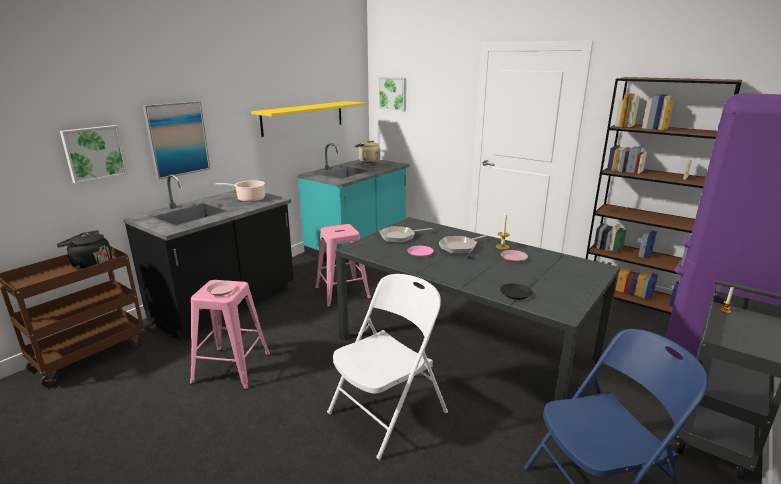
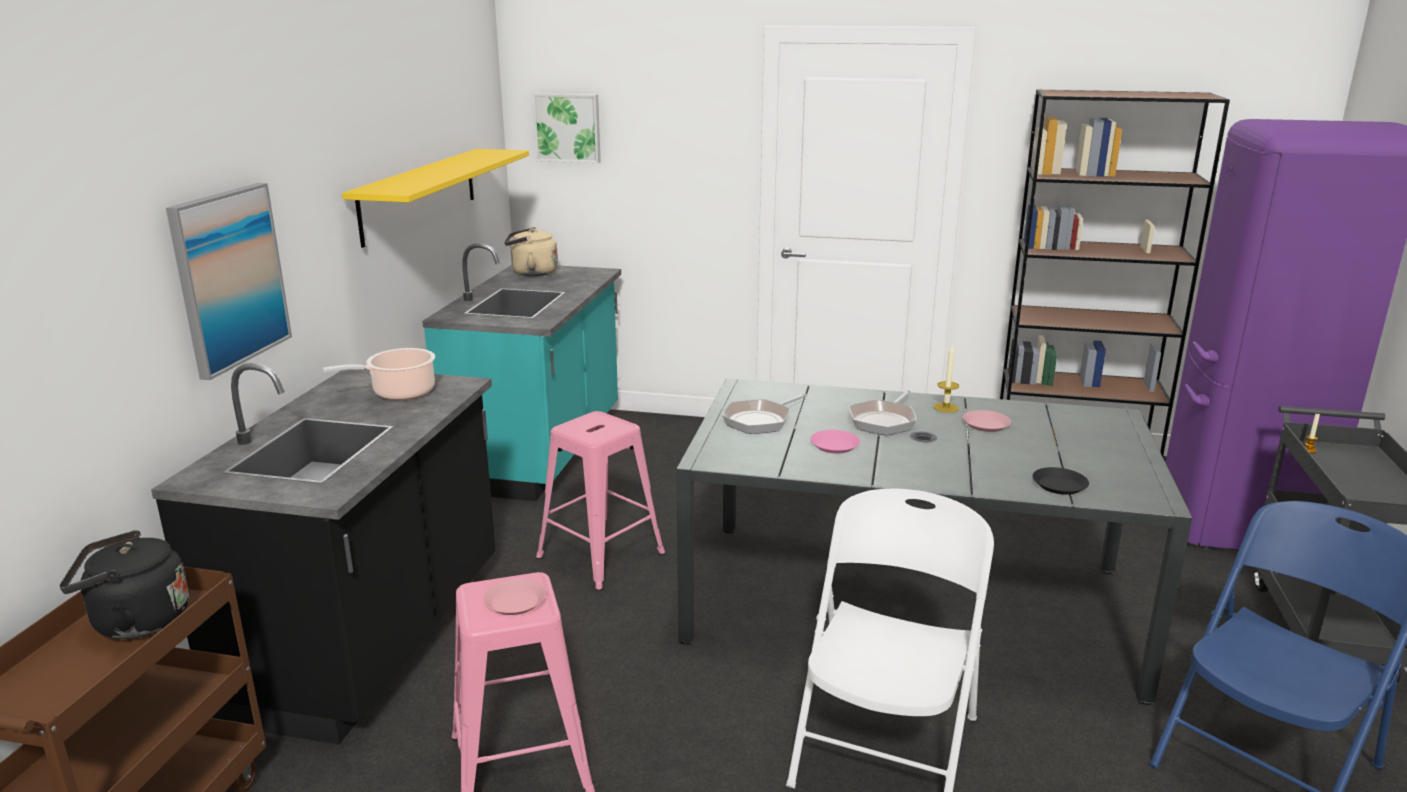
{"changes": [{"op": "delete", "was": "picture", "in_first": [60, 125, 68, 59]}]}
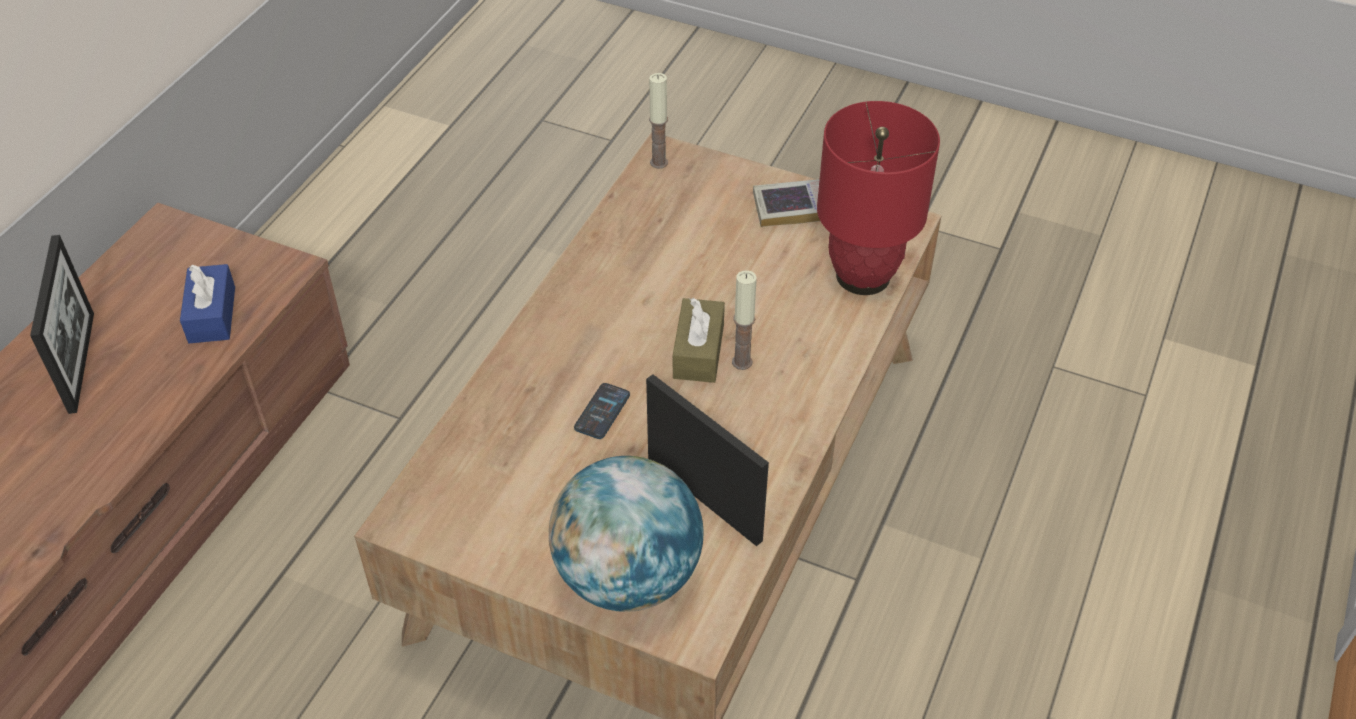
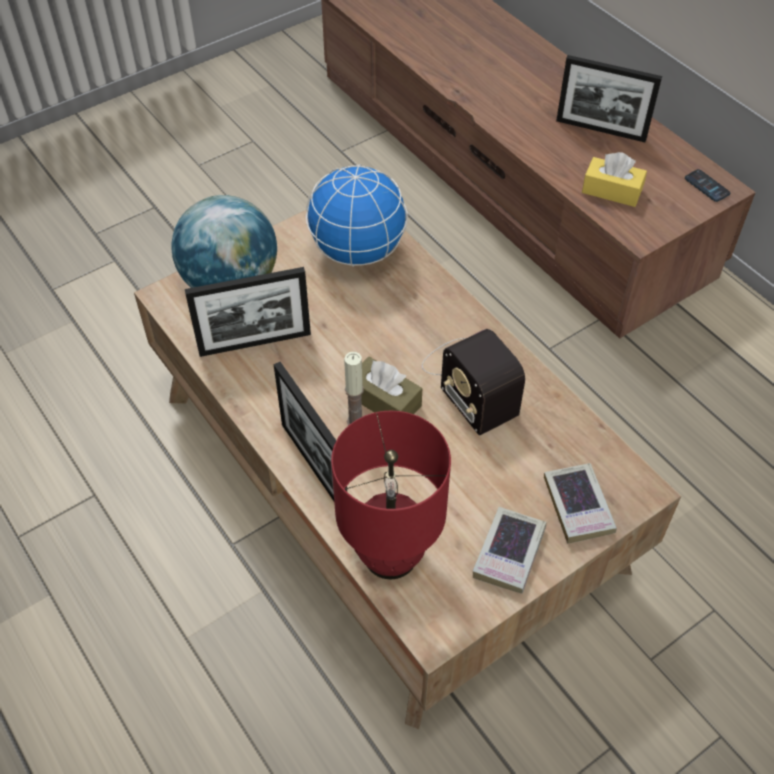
{"changes": [{"op": "delete", "was": "candle", "in_first": [649, 73, 19, 96]}, {"op": "insert", "now": "picture frame", "in_second": [274, 362, 73, 139]}, {"op": "insert", "now": "globe", "in_second": [306, 164, 102, 103]}, {"op": "insert", "now": "radio", "in_second": [422, 329, 103, 106]}, {"op": "insert", "now": "book", "in_second": [544, 463, 73, 81]}, {"op": "move", "was": "phone", "in_first": [574, 383, 56, 56], "in_second": [685, 169, 45, 33]}, {"op": "recolor", "was": "blue tissue box", "now": "yellow tissue box", "in_first": [180, 264, 55, 79], "in_second": [582, 152, 65, 55]}]}
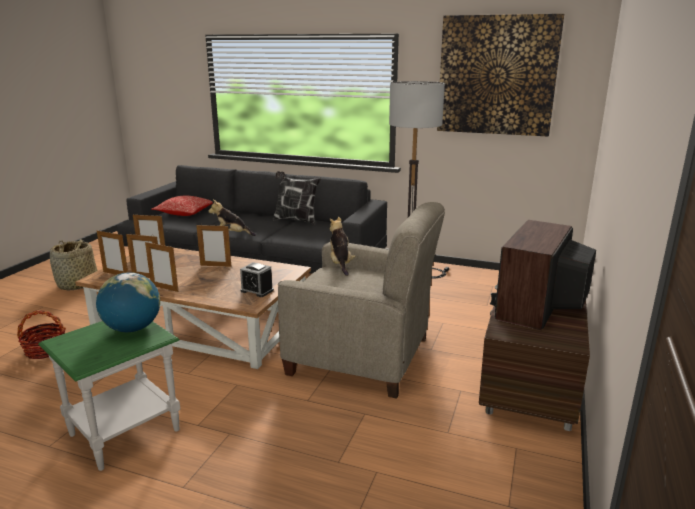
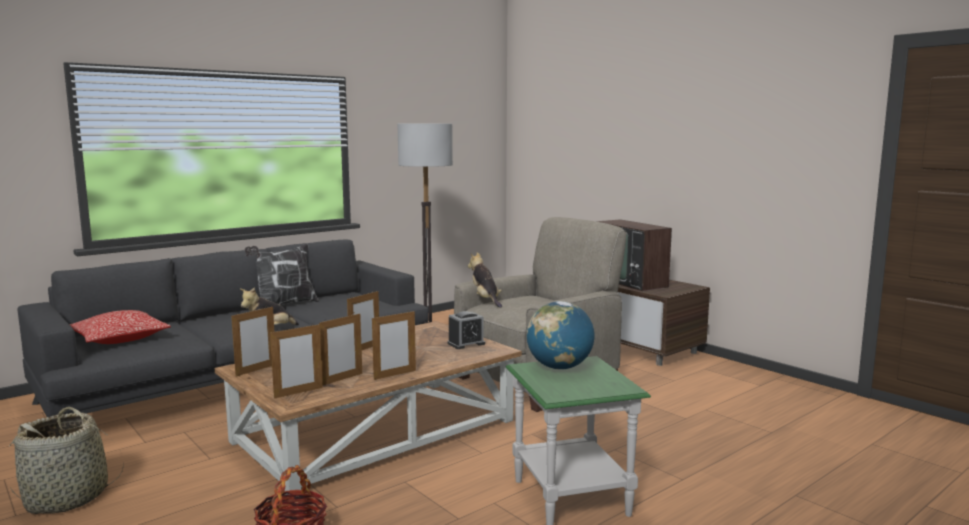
{"changes": [{"op": "delete", "was": "picture", "in_first": [437, 14, 127, 123]}, {"op": "rotate", "was": "plush toy", "in_first": [330, 217, 26, 59], "in_second": [468, 252, 34, 56], "clockwise": 45}]}
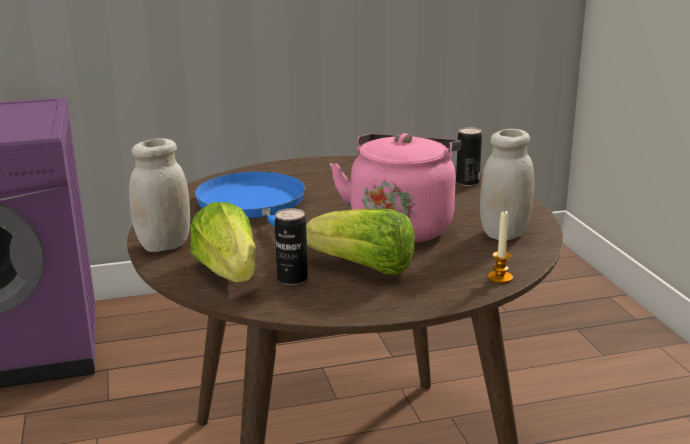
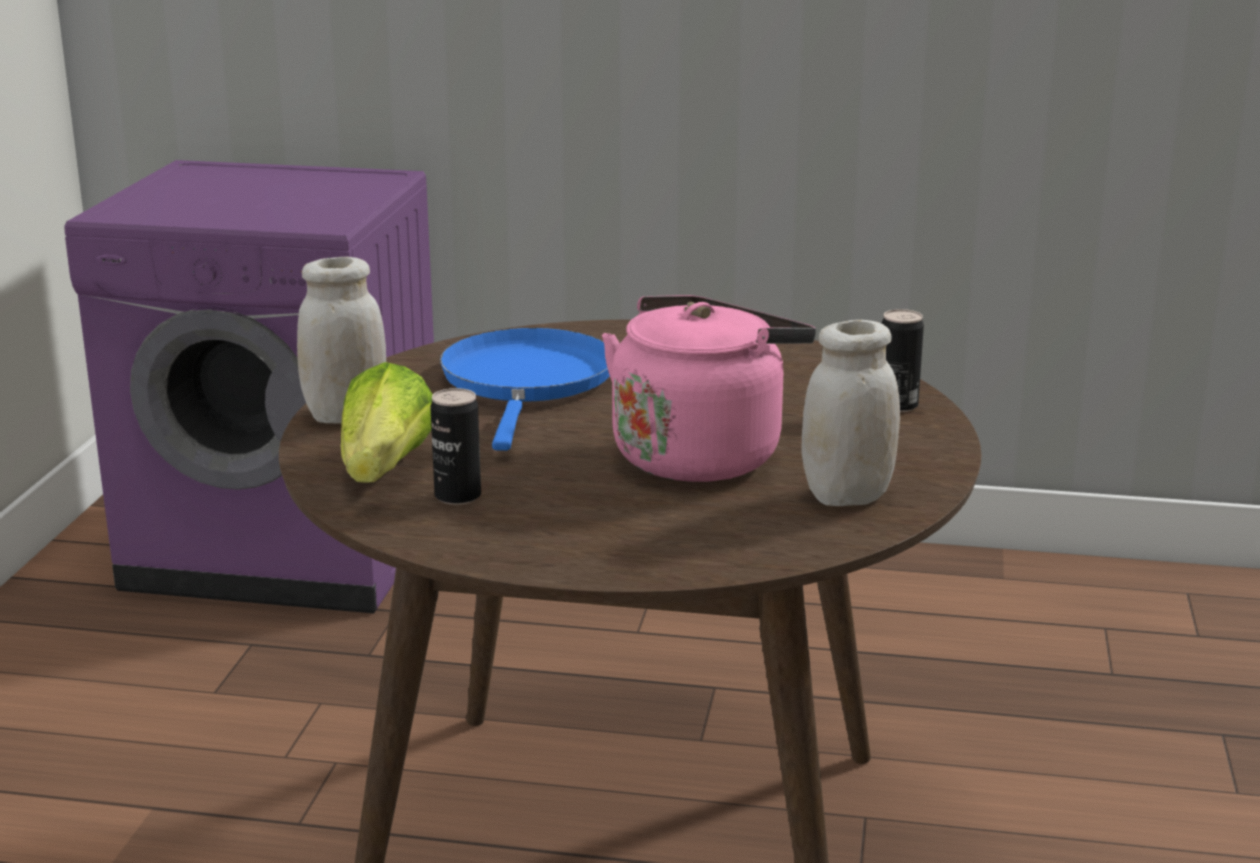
{"changes": [{"op": "delete", "was": "lettuce", "in_first": [306, 209, 109, 66]}, {"op": "delete", "was": "candle", "in_first": [488, 210, 25, 73]}]}
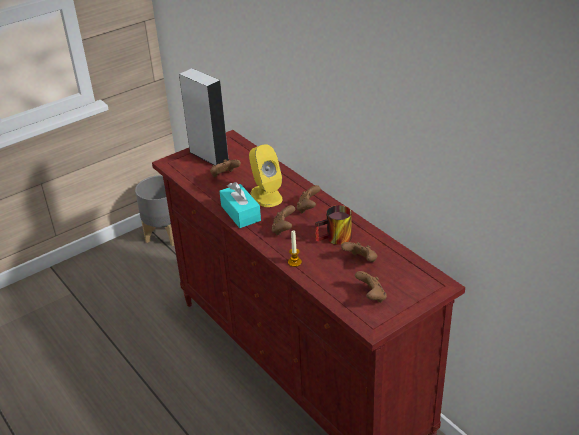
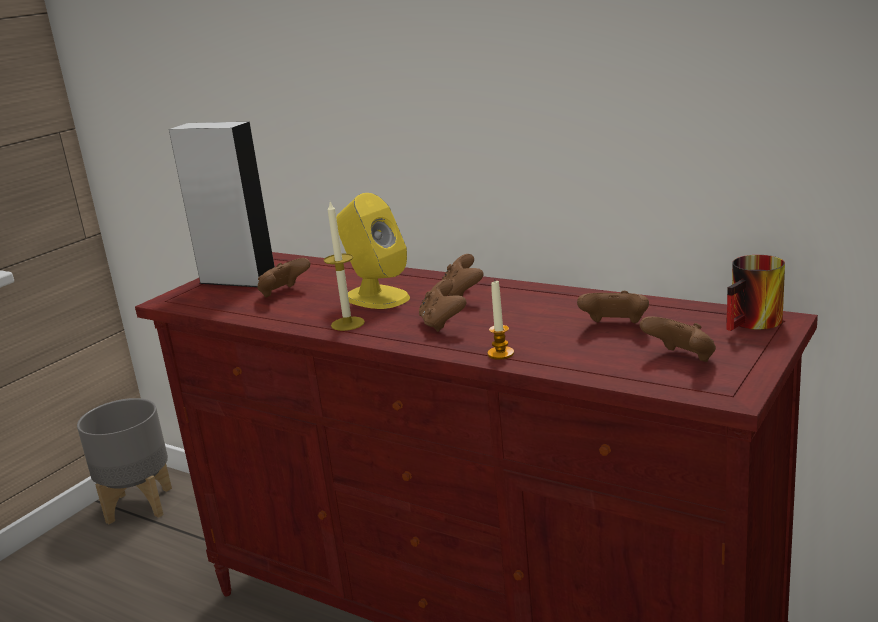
{"changes": [{"op": "move", "was": "mug", "in_first": [315, 205, 37, 40], "in_second": [726, 255, 59, 76]}, {"op": "replace", "was": "turquoise tissue box", "now": "candle", "in_first": [220, 182, 41, 46], "in_second": [324, 202, 41, 129]}]}
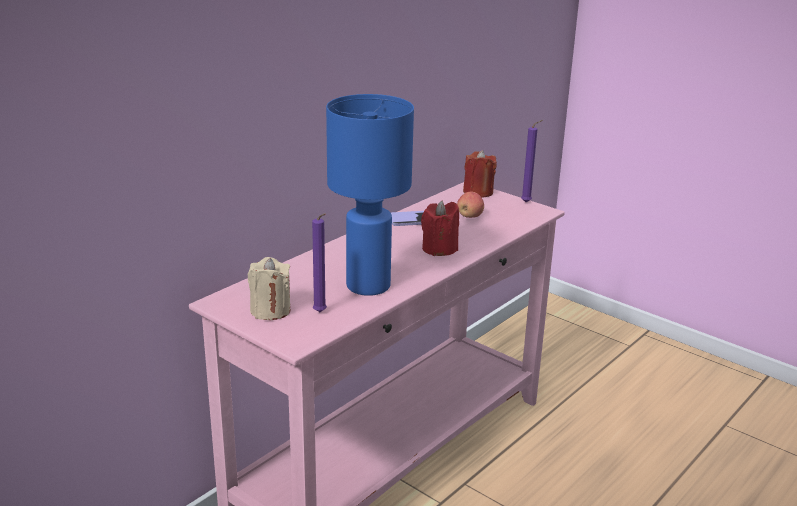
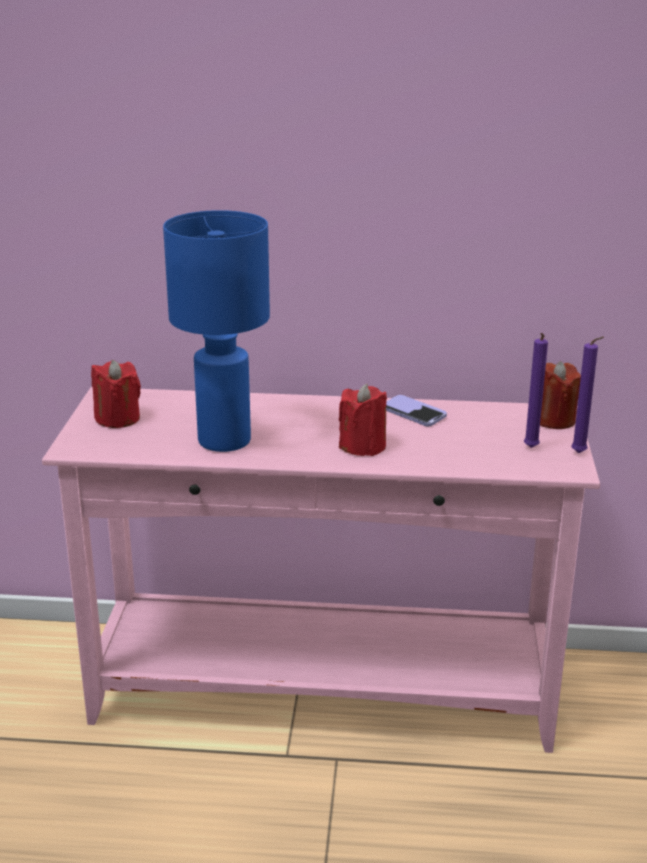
{"changes": [{"op": "delete", "was": "apple", "in_first": [457, 192, 27, 26]}, {"op": "move", "was": "purple candle", "in_first": [312, 213, 15, 99], "in_second": [524, 333, 24, 115]}, {"op": "recolor", "was": "beige candle", "now": "red candle", "in_first": [248, 257, 43, 63], "in_second": [91, 360, 50, 68]}]}
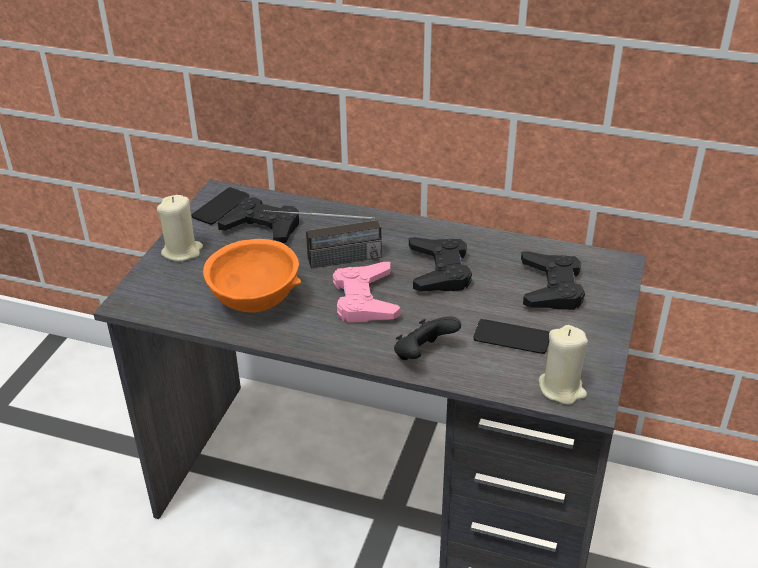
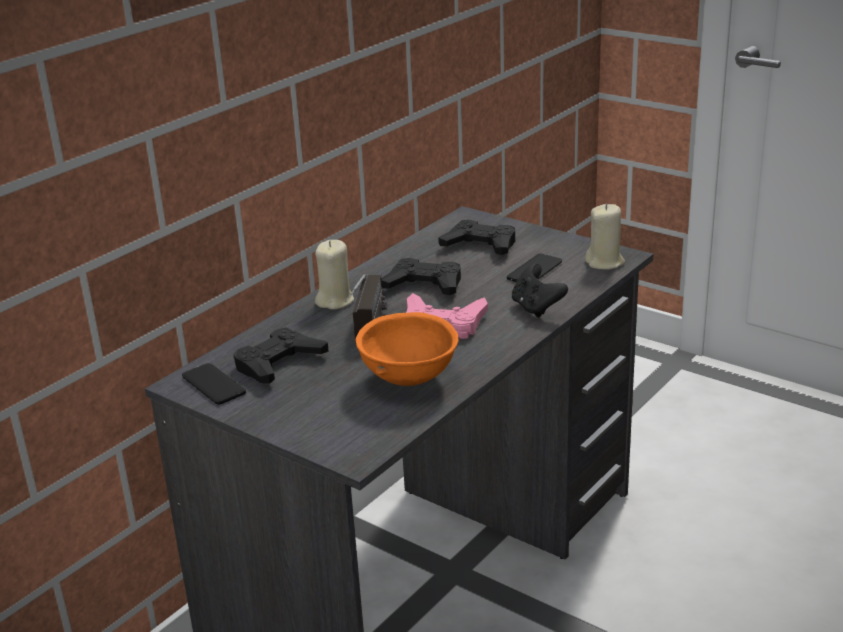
{"changes": [{"op": "move", "was": "beige candle", "in_first": [157, 195, 46, 66], "in_second": [315, 240, 39, 70]}]}
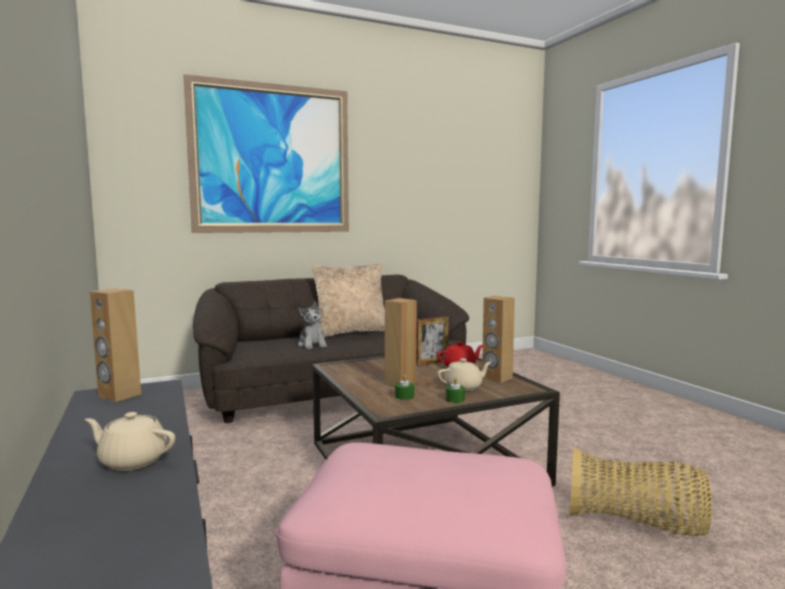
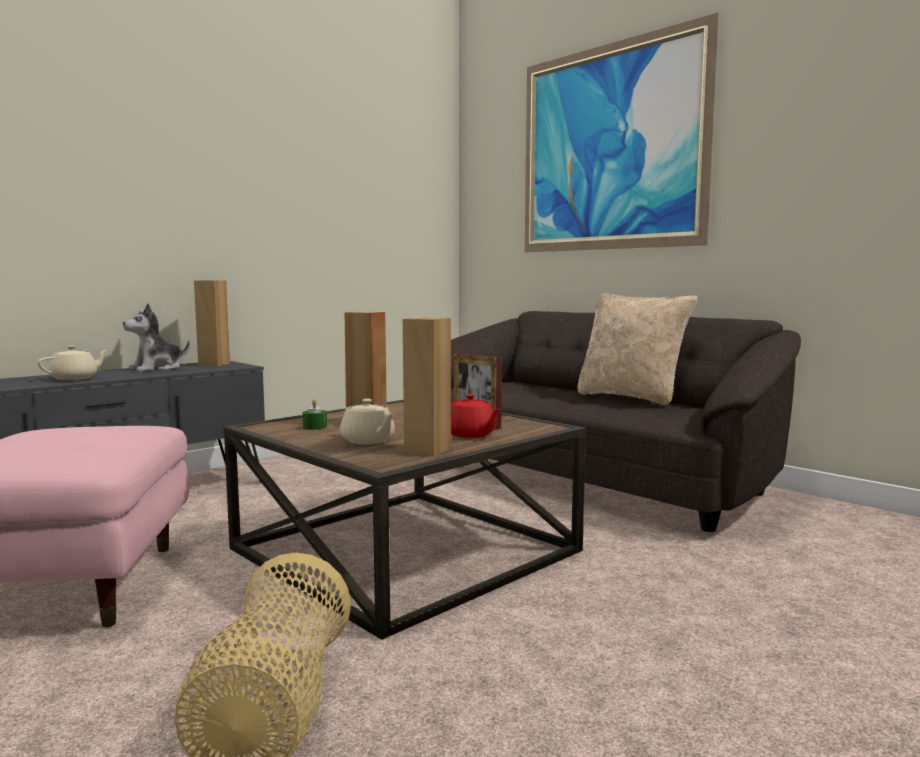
{"changes": [{"op": "delete", "was": "green candle", "in_first": [446, 377, 19, 26]}, {"op": "move", "was": "plush toy", "in_first": [298, 301, 29, 48], "in_second": [123, 303, 67, 69]}, {"op": "rotate", "was": "beige teapot", "in_first": [85, 412, 90, 59], "in_second": [37, 346, 71, 34], "clockwise": 45}]}
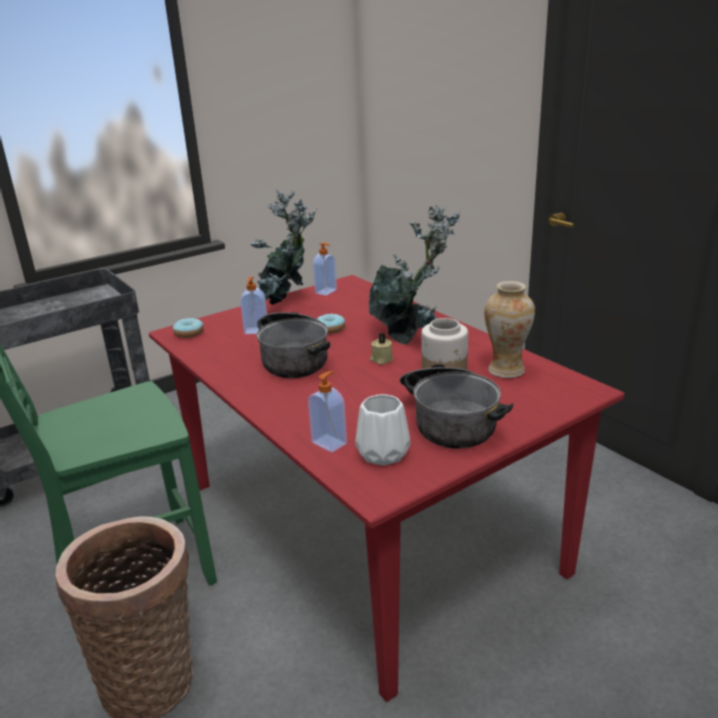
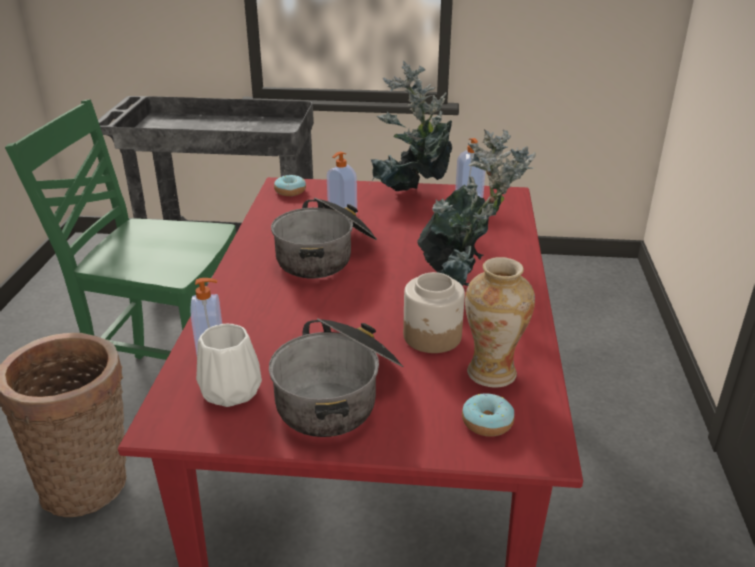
{"changes": [{"op": "delete", "was": "beige candle", "in_first": [370, 333, 23, 31]}, {"op": "move", "was": "donut", "in_first": [317, 314, 28, 20], "in_second": [462, 394, 53, 43]}]}
